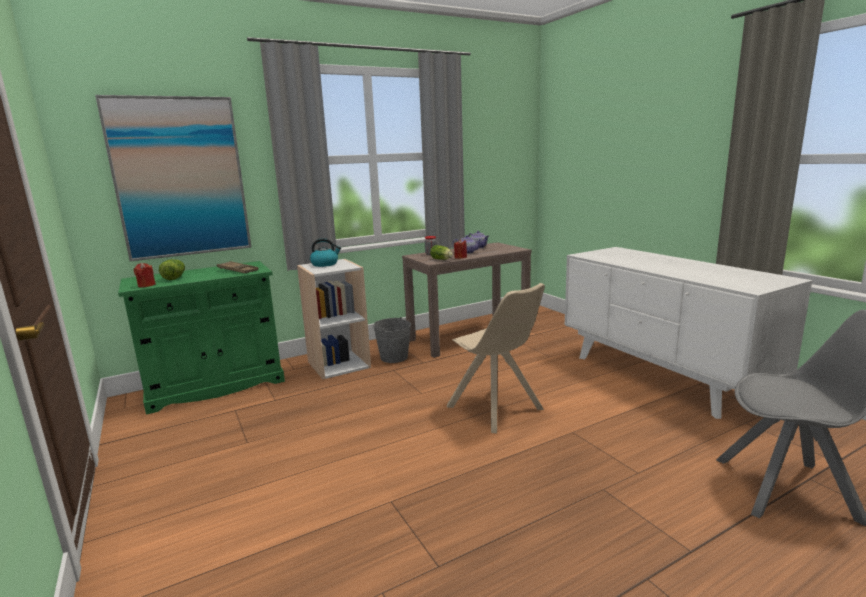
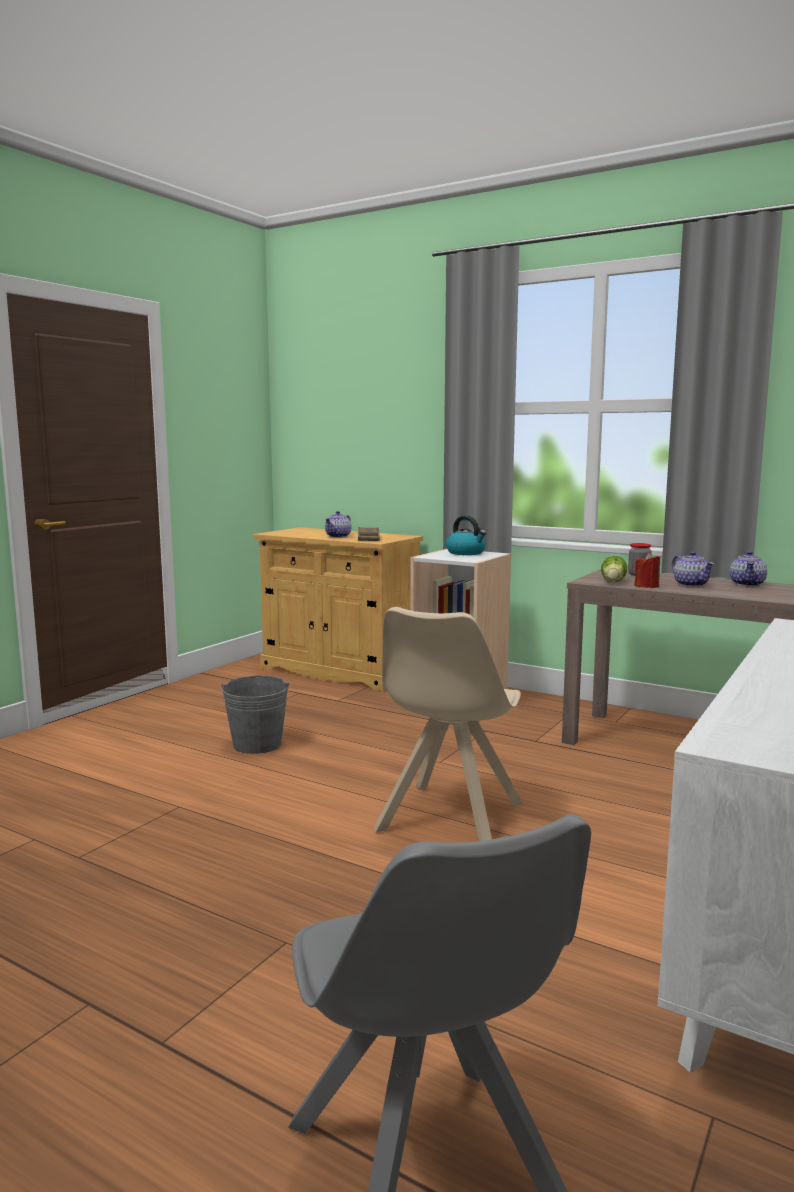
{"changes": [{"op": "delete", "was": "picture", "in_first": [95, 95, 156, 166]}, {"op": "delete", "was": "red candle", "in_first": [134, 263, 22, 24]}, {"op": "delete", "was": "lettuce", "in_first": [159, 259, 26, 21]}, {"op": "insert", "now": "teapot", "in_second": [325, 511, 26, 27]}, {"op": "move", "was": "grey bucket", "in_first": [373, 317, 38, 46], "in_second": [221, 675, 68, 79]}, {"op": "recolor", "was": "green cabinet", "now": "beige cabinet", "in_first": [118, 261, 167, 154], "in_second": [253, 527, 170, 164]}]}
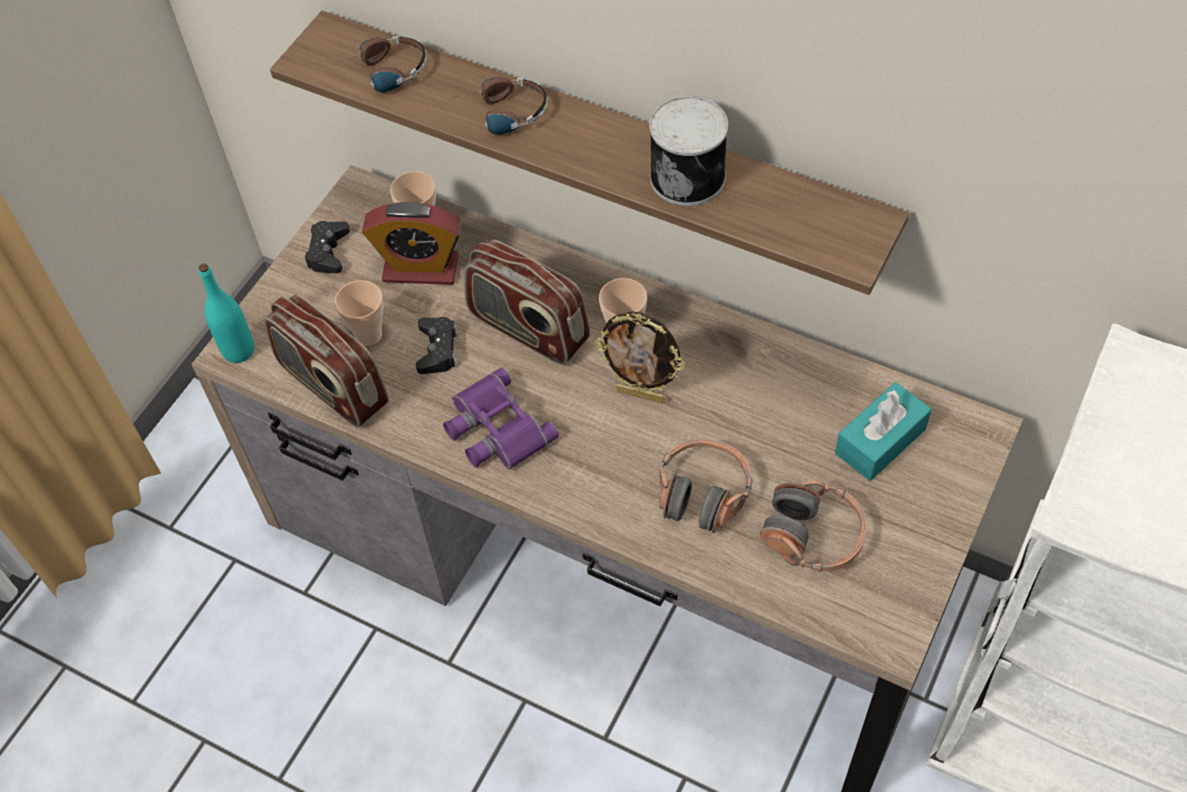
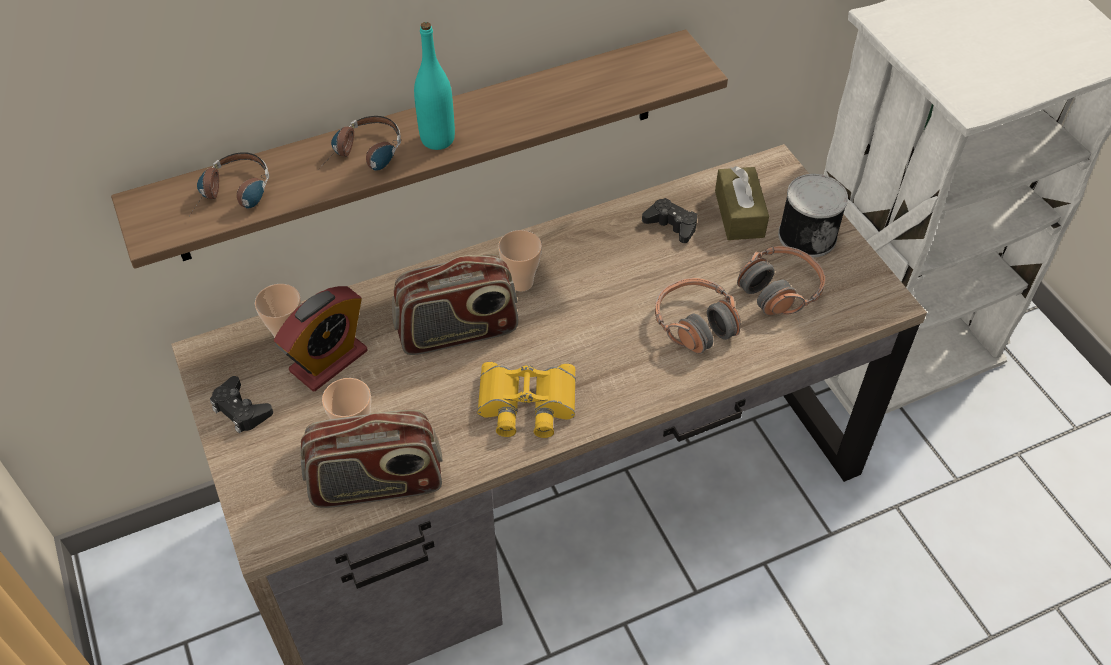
{"changes": [{"op": "delete", "was": "picture frame", "in_first": [594, 312, 91, 91]}, {"op": "move", "was": "turquoise bottle", "in_first": [199, 264, 55, 99], "in_second": [414, 22, 41, 128]}, {"op": "move", "was": "black game controller", "in_first": [416, 317, 42, 57], "in_second": [642, 198, 56, 45]}, {"op": "move", "was": "can", "in_first": [650, 96, 78, 110], "in_second": [778, 174, 70, 84]}, {"op": "recolor", "was": "purple binoculars", "now": "yellow binoculars", "in_first": [443, 367, 116, 103], "in_second": [477, 362, 99, 76]}, {"op": "recolor", "was": "turquoise tissue box", "now": "brown tissue box", "in_first": [835, 382, 97, 99], "in_second": [715, 166, 54, 74]}]}
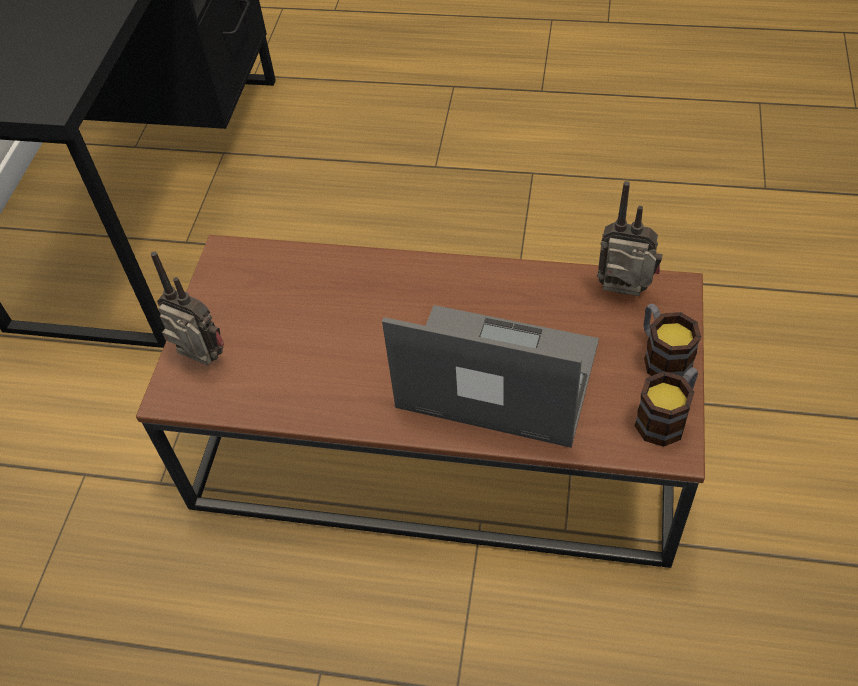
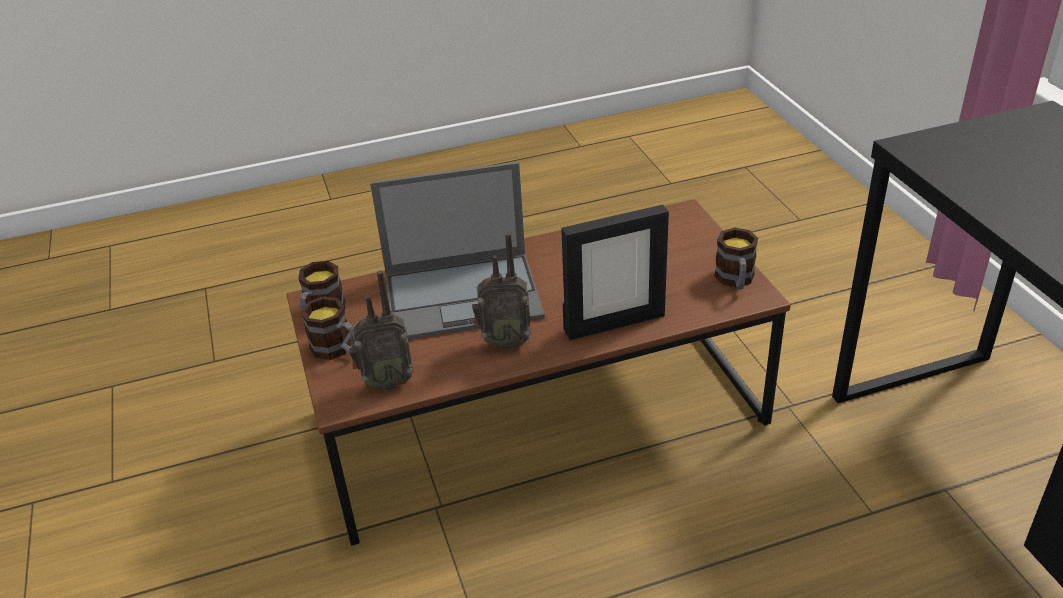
{"changes": [{"op": "insert", "now": "picture frame", "in_second": [561, 205, 108, 135]}, {"op": "insert", "now": "mug", "in_second": [714, 228, 44, 61]}, {"op": "move", "was": "radio", "in_first": [151, 251, 73, 114], "in_second": [472, 233, 59, 116]}]}
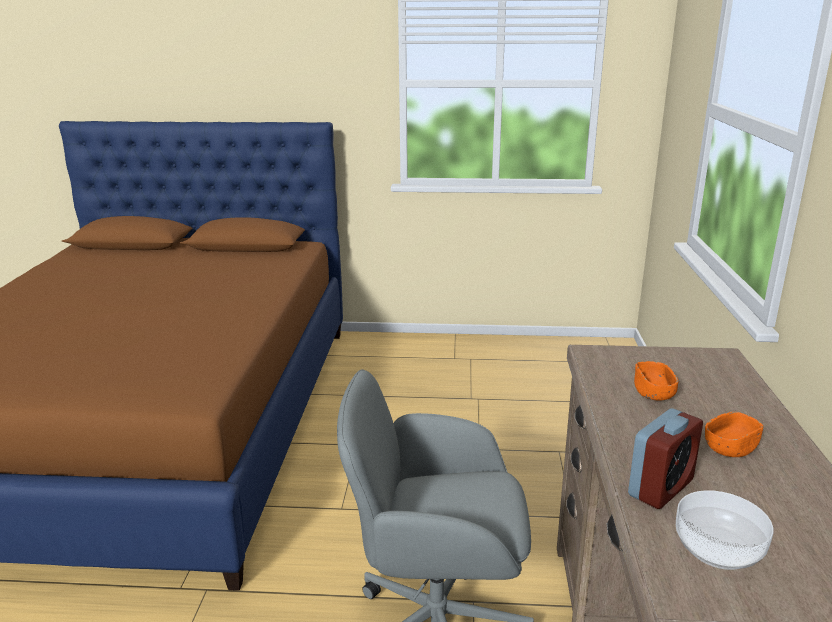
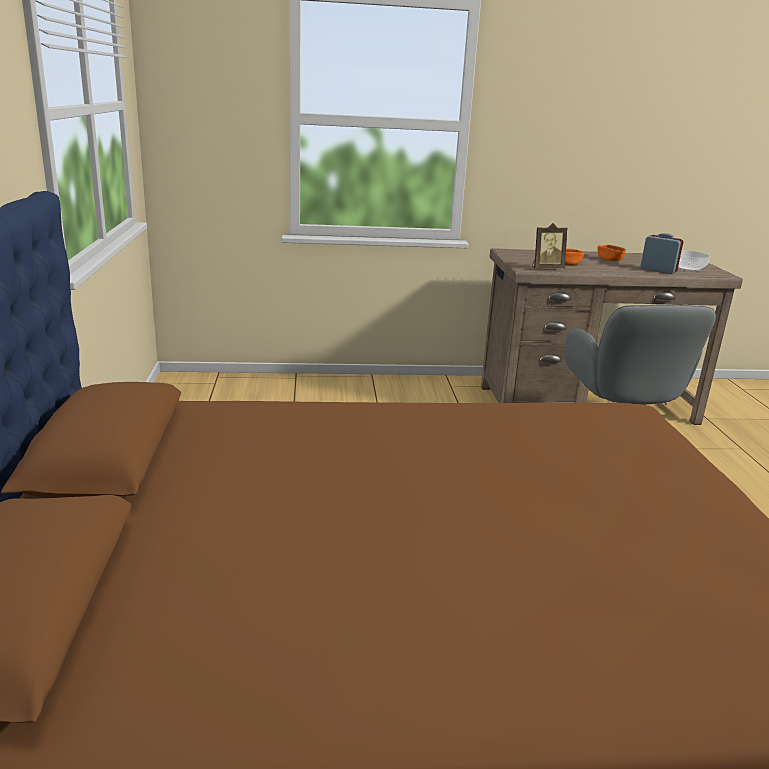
{"changes": [{"op": "insert", "now": "picture frame", "in_second": [532, 223, 36, 45]}]}
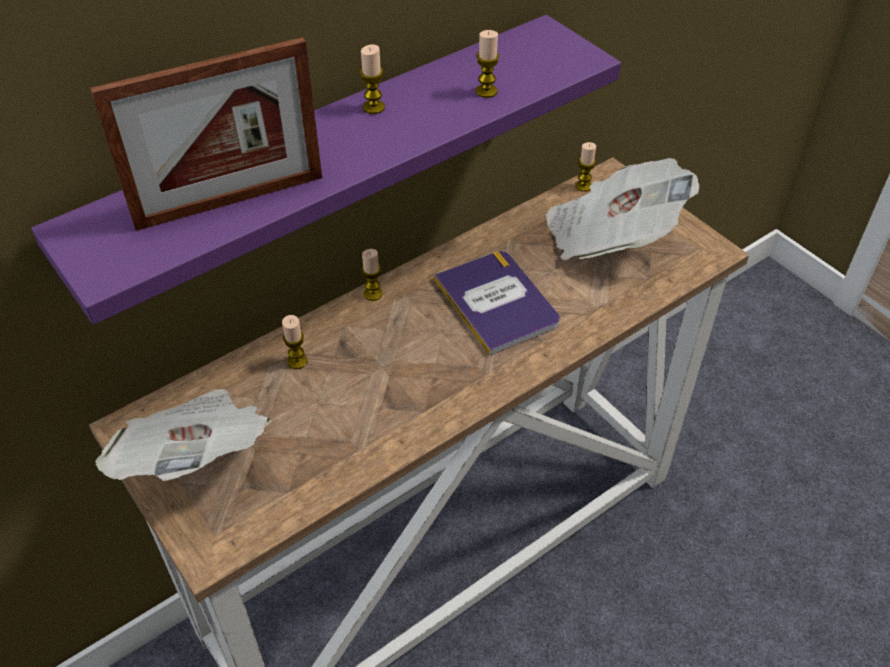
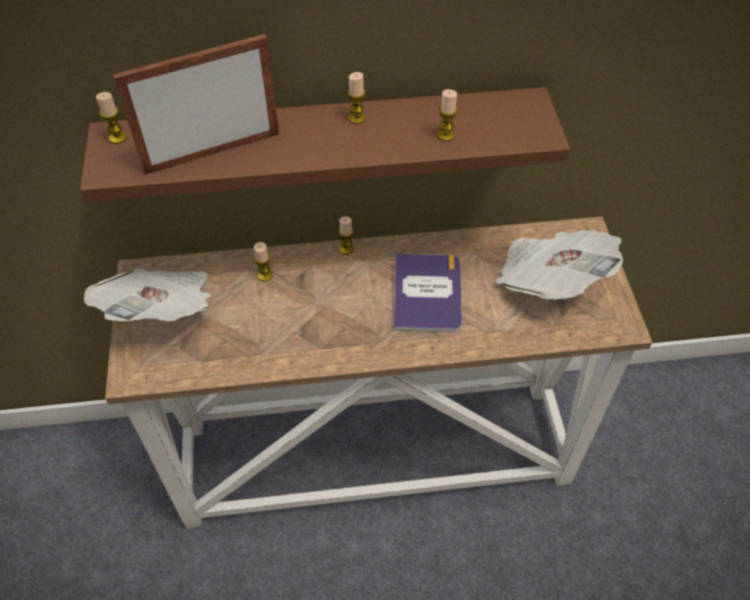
{"changes": [{"op": "move", "was": "candle", "in_first": [575, 142, 21, 50], "in_second": [96, 92, 31, 52]}, {"op": "recolor", "was": "purple shelf", "now": "brown shelf", "in_first": [31, 15, 590, 310], "in_second": [80, 87, 490, 115]}, {"op": "rotate", "was": "picture frame", "in_first": [90, 37, 232, 194], "in_second": [113, 34, 166, 141], "clockwise": 150}]}
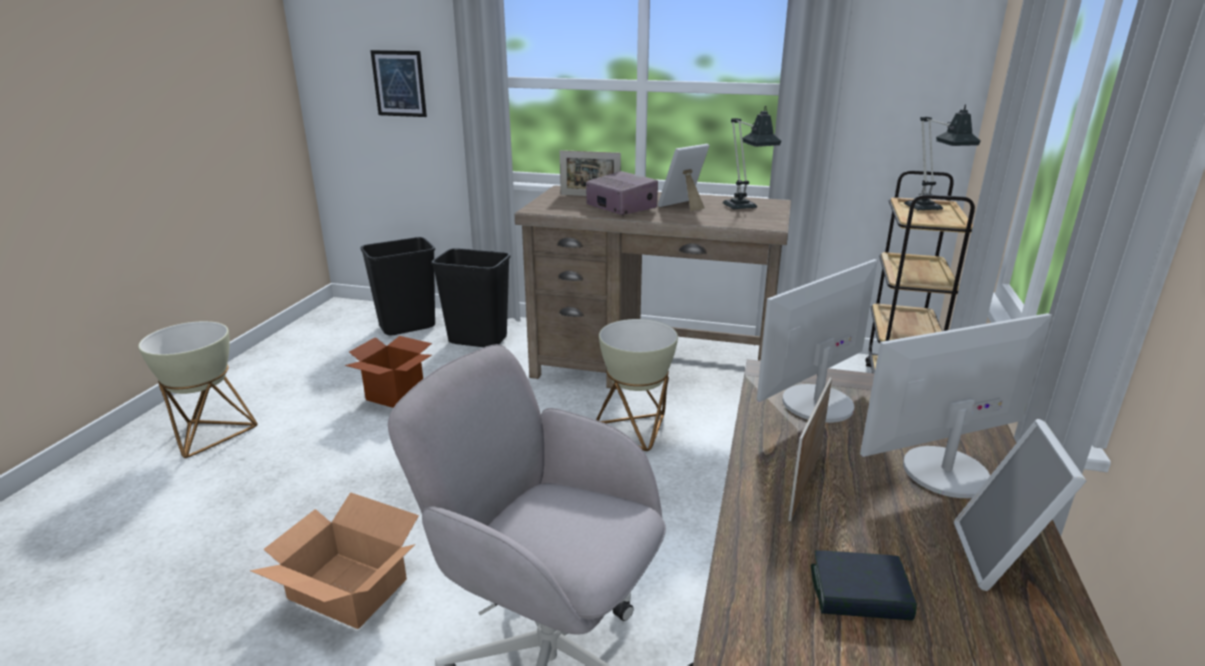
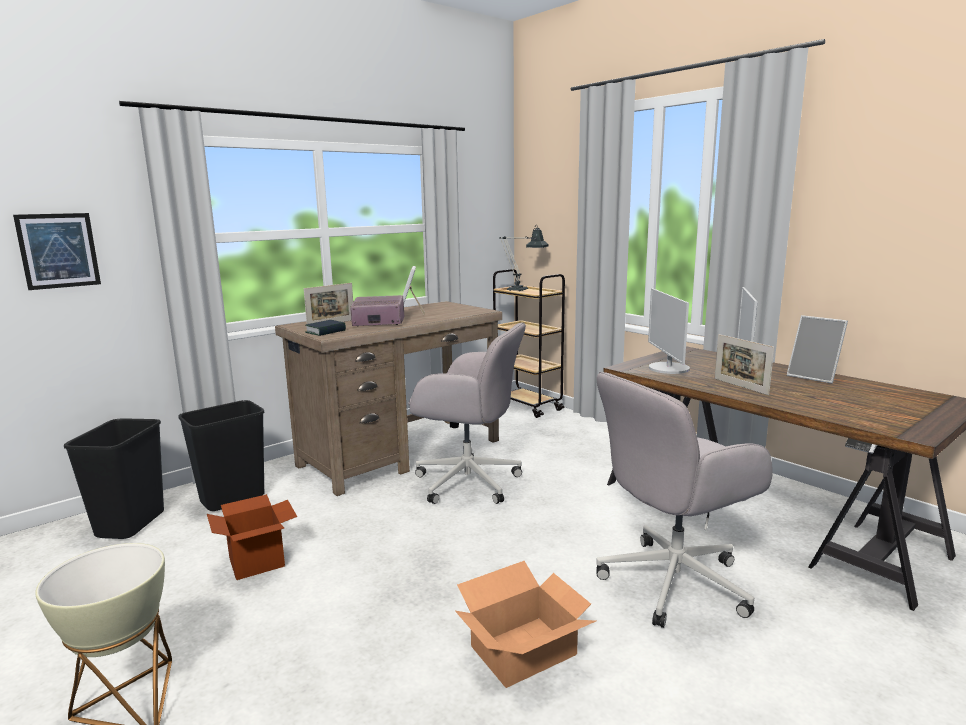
{"changes": [{"op": "delete", "was": "table lamp", "in_first": [723, 106, 59, 104]}, {"op": "move", "was": "book", "in_first": [811, 550, 106, 71], "in_second": [305, 320, 41, 16]}, {"op": "replace", "was": "planter", "now": "grey office chair", "in_first": [596, 319, 82, 132], "in_second": [408, 322, 118, 182]}]}
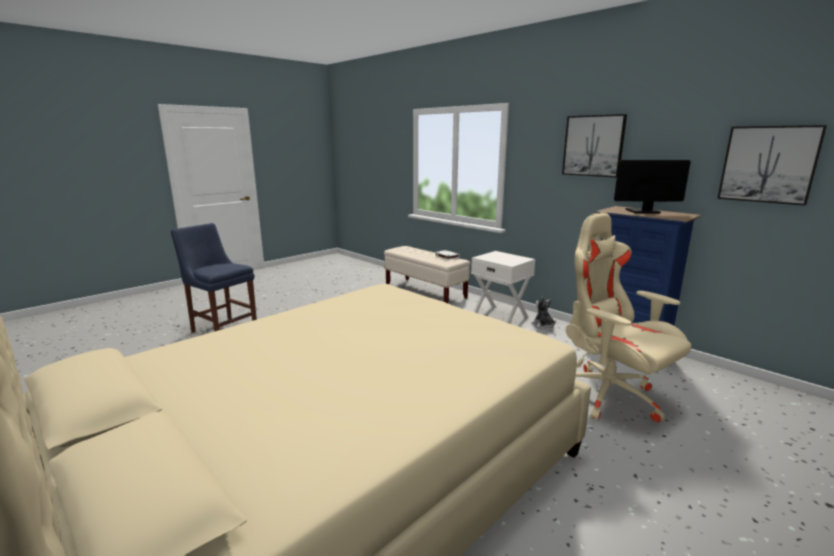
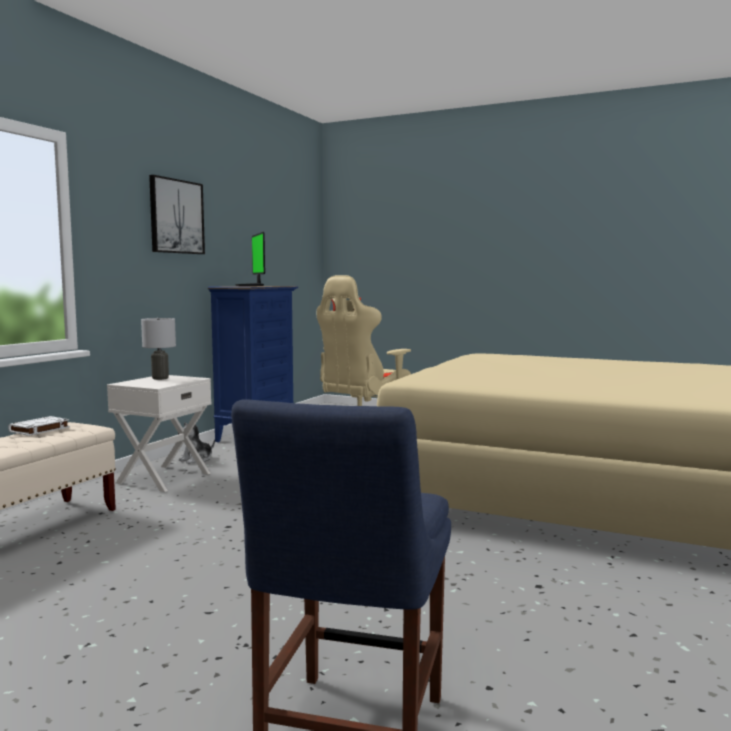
{"changes": [{"op": "delete", "was": "picture", "in_first": [717, 125, 110, 81]}, {"op": "insert", "now": "white table lamp", "in_second": [141, 318, 35, 62]}]}
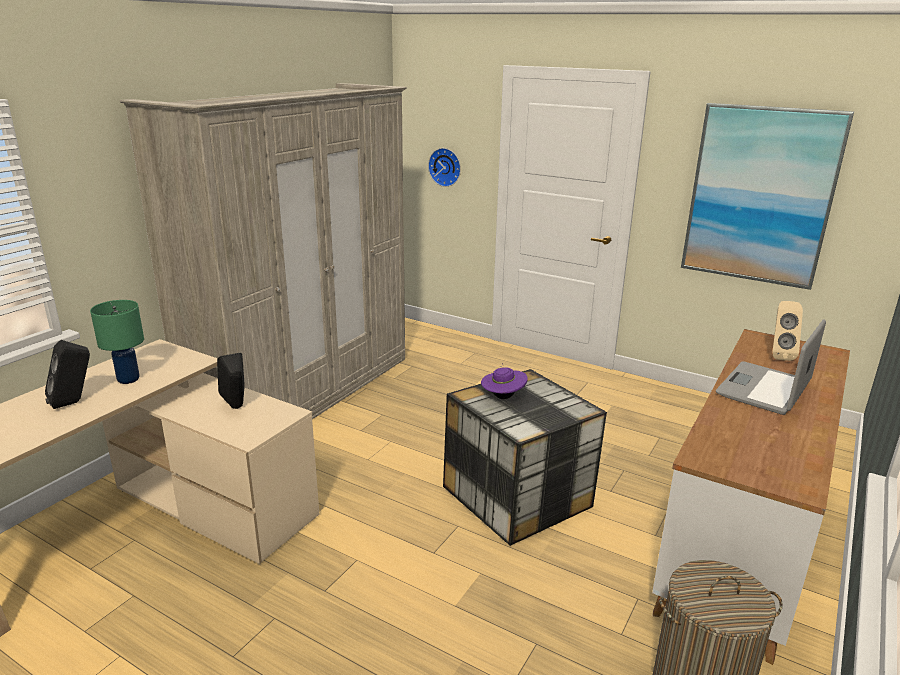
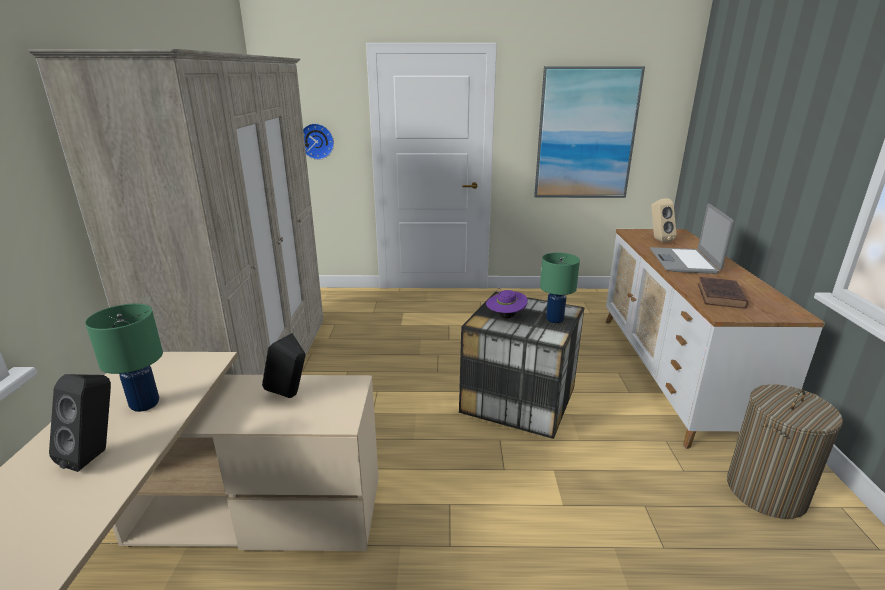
{"changes": [{"op": "insert", "now": "green table lamp", "in_second": [540, 252, 40, 71]}, {"op": "insert", "now": "brown book", "in_second": [698, 277, 51, 32]}]}
